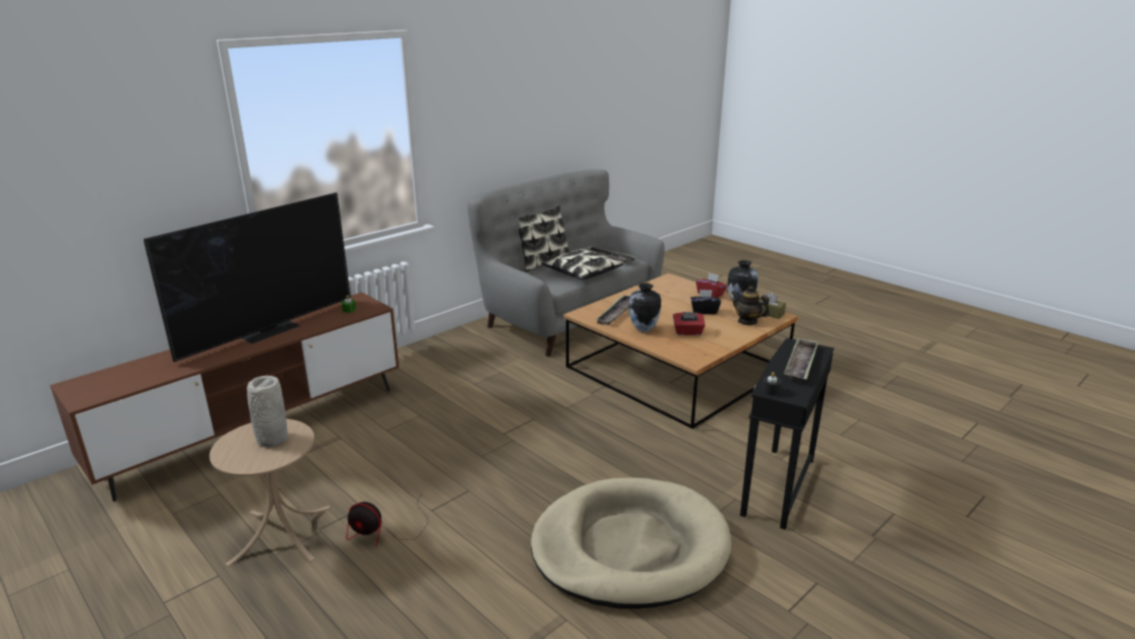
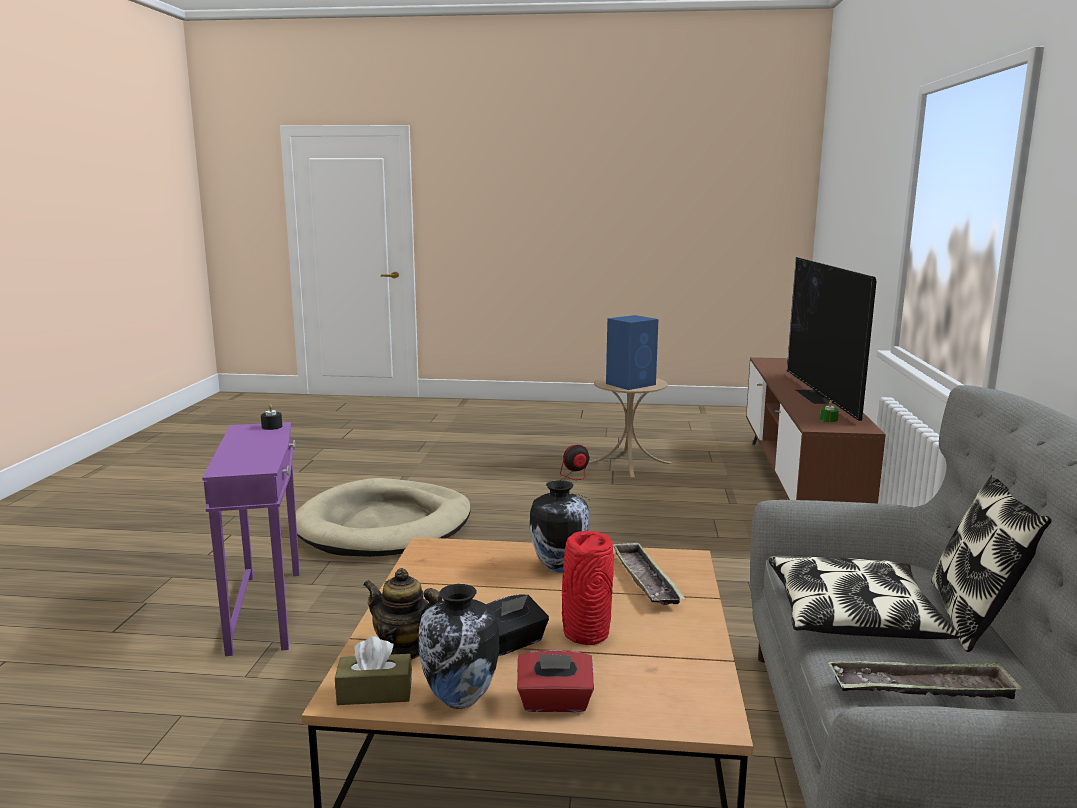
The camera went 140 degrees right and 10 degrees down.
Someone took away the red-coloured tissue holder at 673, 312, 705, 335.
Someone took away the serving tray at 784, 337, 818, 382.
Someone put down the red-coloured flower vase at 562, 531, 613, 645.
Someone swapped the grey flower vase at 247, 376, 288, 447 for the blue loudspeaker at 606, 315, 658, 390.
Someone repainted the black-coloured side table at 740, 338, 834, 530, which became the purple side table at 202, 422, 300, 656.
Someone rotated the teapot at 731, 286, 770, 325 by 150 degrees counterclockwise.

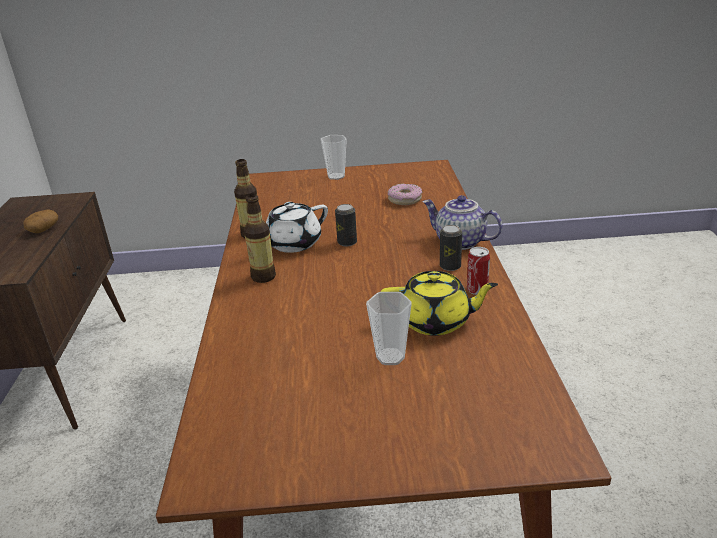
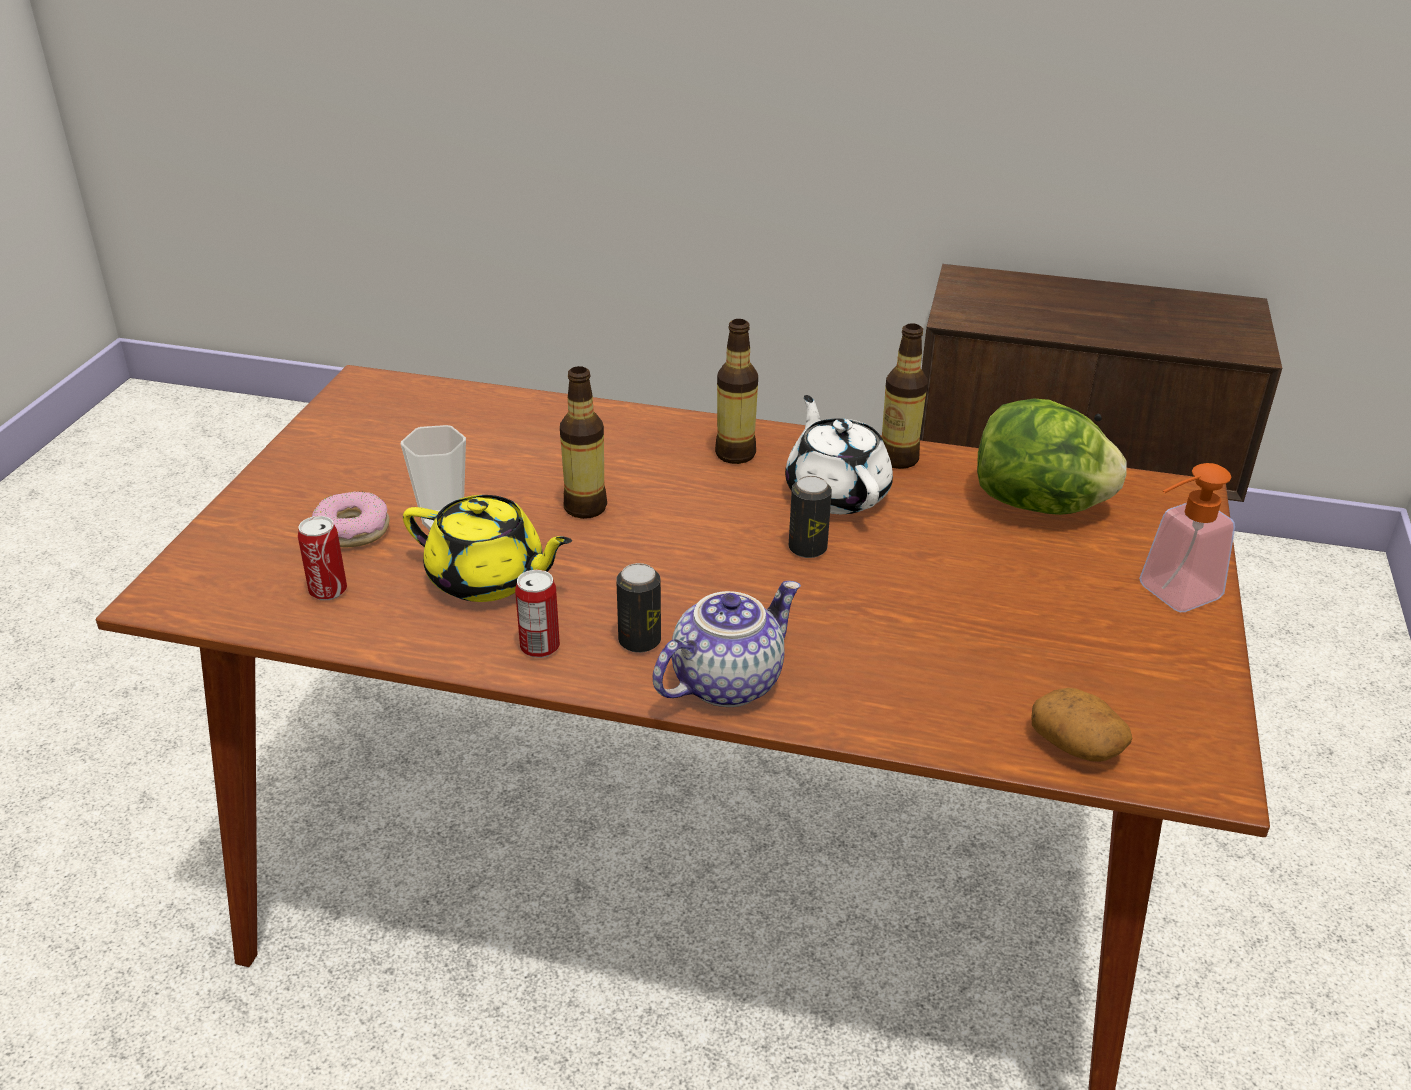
The camera went 105 degrees right and 5 degrees up.
Someone put down the metal can at 298, 516, 347, 600.
Someone put down the bottle at 560, 366, 607, 519.
Someone put down the lettuce head at 977, 398, 1127, 515.
Someone carried the potato from 23, 210, 58, 233 to 1031, 688, 1132, 762.
Someone carried the donut from 388, 184, 422, 205 to 312, 491, 390, 547.
Someone swapped the cup at 321, 135, 347, 180 for the liquid soap bottle at 1139, 463, 1235, 612.
Someone rotated the yellow teapot at 381, 271, 498, 336 by 90 degrees counterclockwise.

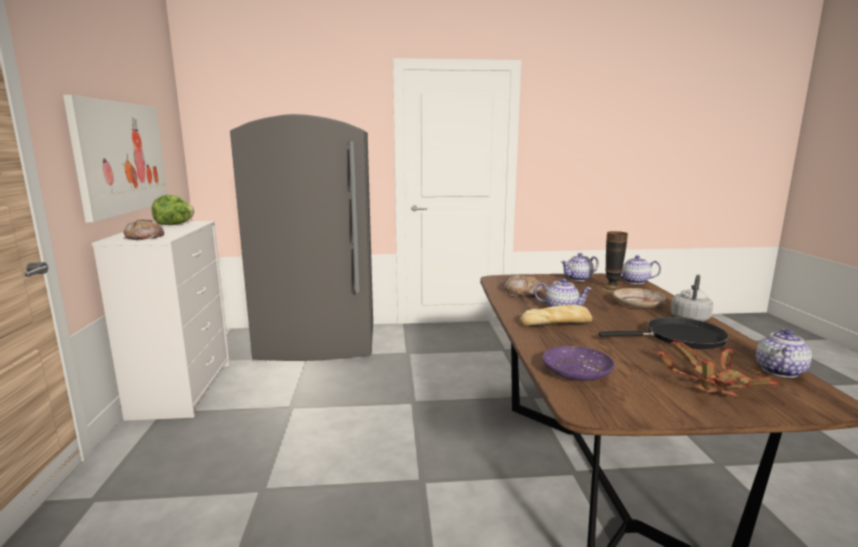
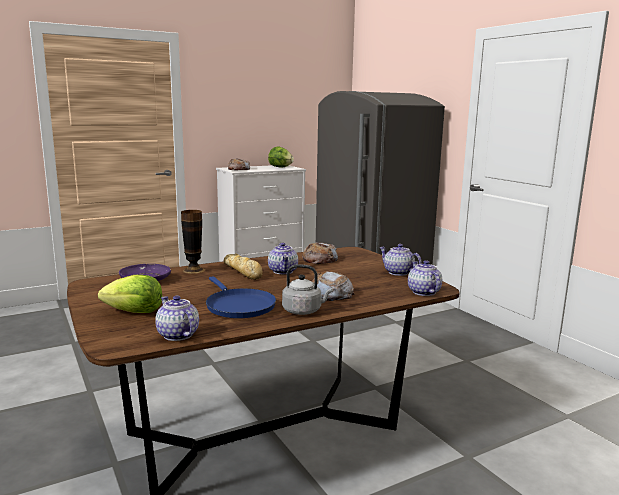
The camera went 65 degrees right and 0 degrees up.
Someone took away the wall picture at 63, 95, 168, 222.
Someone carried the flower vase from 601, 231, 628, 292 to 181, 210, 205, 274.
Someone swapped the beige-coloured plate at 613, 288, 666, 308 for the bread at 312, 271, 355, 301.
Someone swapped the houseplant at 658, 340, 778, 396 for the lettuce head at 98, 275, 162, 313.
Someone repainted the black-coloured skillet at 598, 317, 729, 349, which became the blue skillet at 206, 277, 276, 318.
Someone rotated the teapot at 756, 329, 812, 378 by 135 degrees counterclockwise.

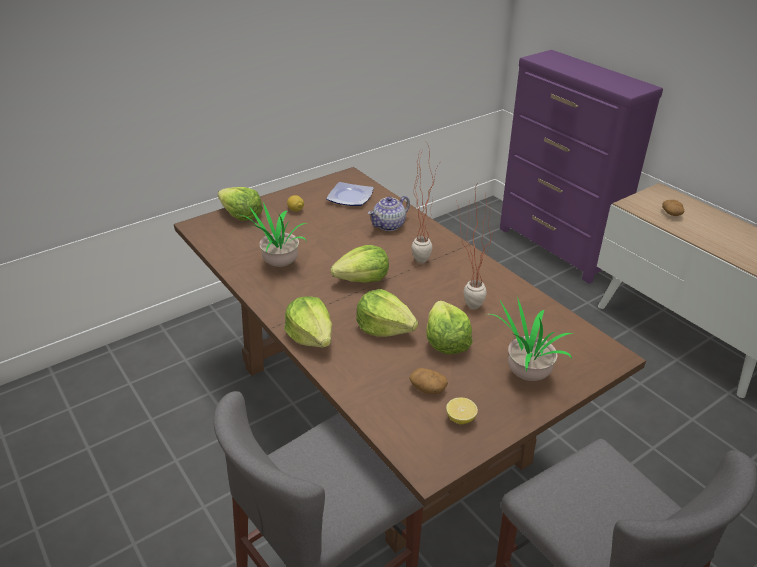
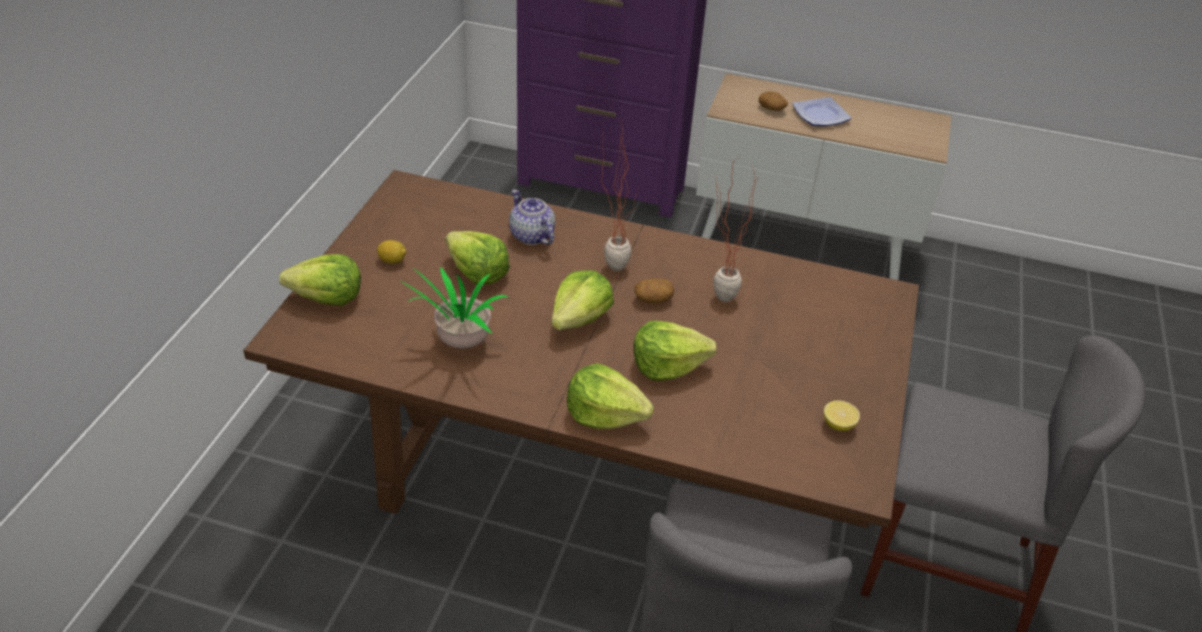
The camera went 40 degrees left and 5 degrees up.
Someone took away the houseplant at 490, 296, 573, 381.
Someone carried the plate from 326, 182, 374, 206 to 792, 97, 852, 126.
Someone carried the potato from 410, 368, 448, 394 to 634, 279, 674, 304.
Someone carried the lettuce head from 426, 301, 473, 354 to 445, 231, 510, 285.
Someone rotated the teapot at 368, 196, 410, 231 by 135 degrees clockwise.

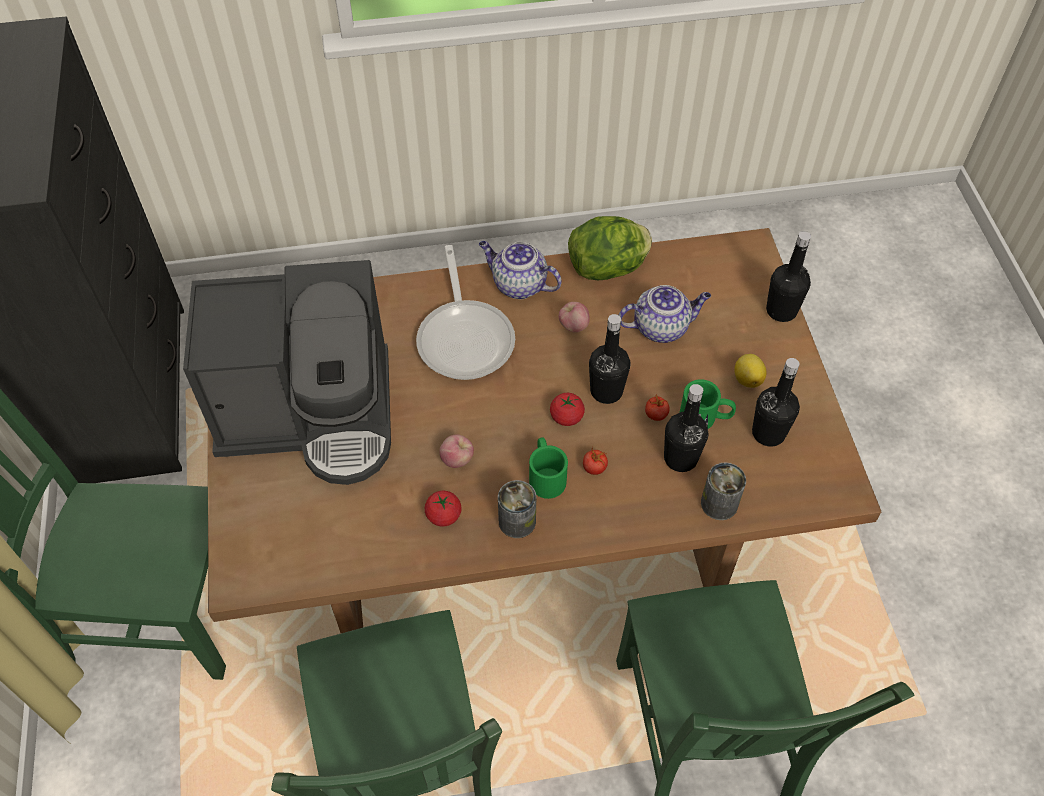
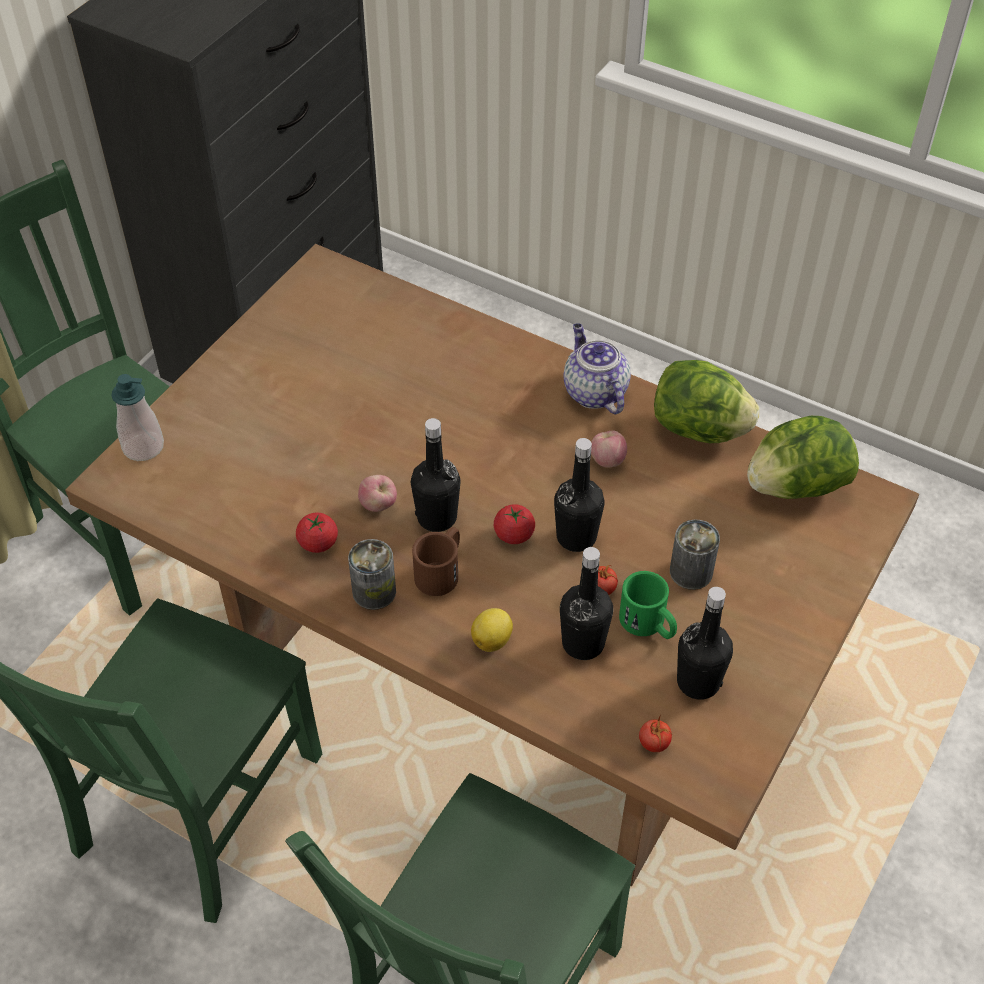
The camera went 40 degrees right and 5 degrees down.
Someone took away the coffee machine at 183, 260, 391, 485.
Someone took away the skillet at 416, 245, 515, 380.
Someone took away the teapot at 619, 285, 711, 343.
Someone put down the liquid soap bottle at 112, 374, 164, 461.
Someone put down the lettuce head at 747, 416, 859, 499.
Someone carried the fresh tomato from 583, 448, 608, 475 to 639, 714, 672, 752.
Someone carried the metal can from 701, 462, 746, 520 to 670, 520, 720, 590.
Someone carried the lemon from 734, 354, 766, 388 to 471, 608, 513, 652.
Someone carried the black-coloured bottle from 766, 231, 811, 322 to 411, 418, 461, 532.
Someone repainted the green tea mug at 529, 438, 568, 499, which became the brown-coloured tea mug at 412, 527, 460, 596.

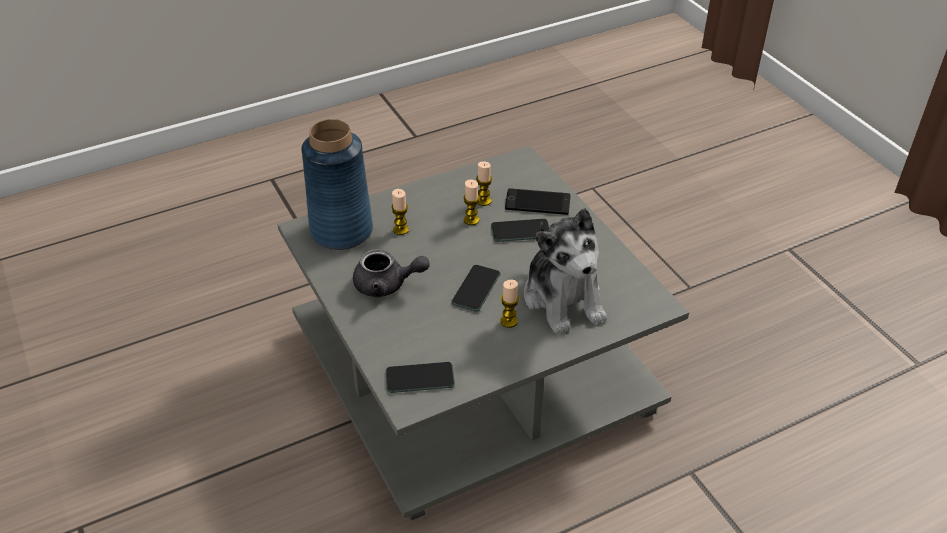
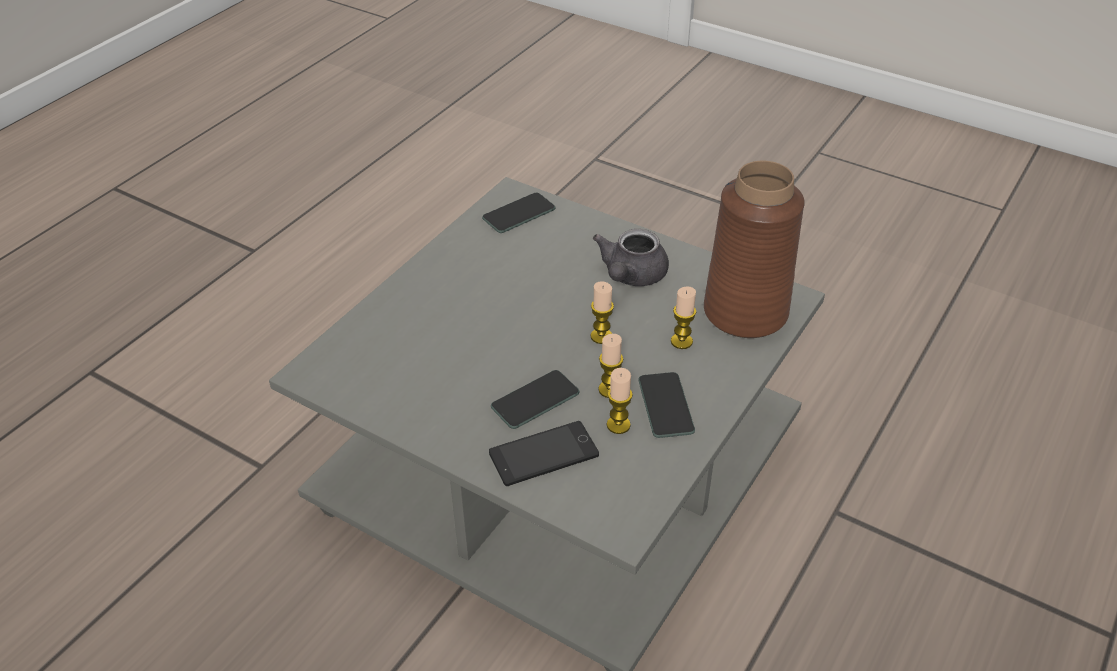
The camera went 150 degrees right and 0 degrees up.
Someone took away the cuddly toy at 524, 208, 607, 334.
Someone carried the phone from 451, 265, 500, 312 to 638, 372, 695, 438.
Someone carried the candle from 500, 280, 519, 328 to 591, 281, 614, 344.
Someone repainted the blue flower vase at 301, 119, 373, 250, which became the brown-coloured flower vase at 704, 161, 805, 338.
Someone rotated the grey teapot at 353, 249, 430, 297 by 45 degrees counterclockwise.

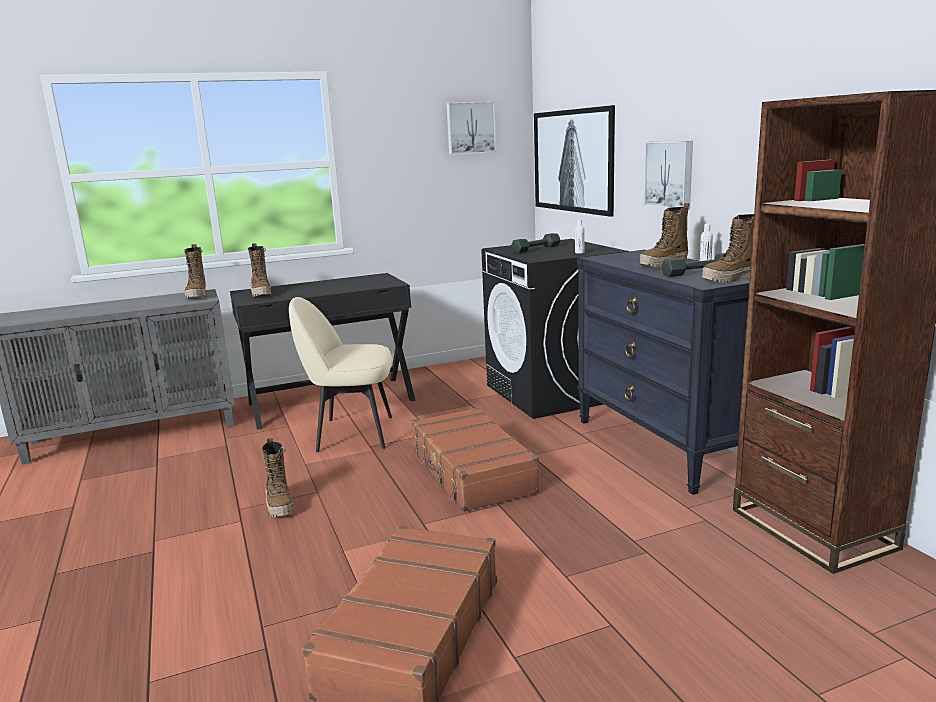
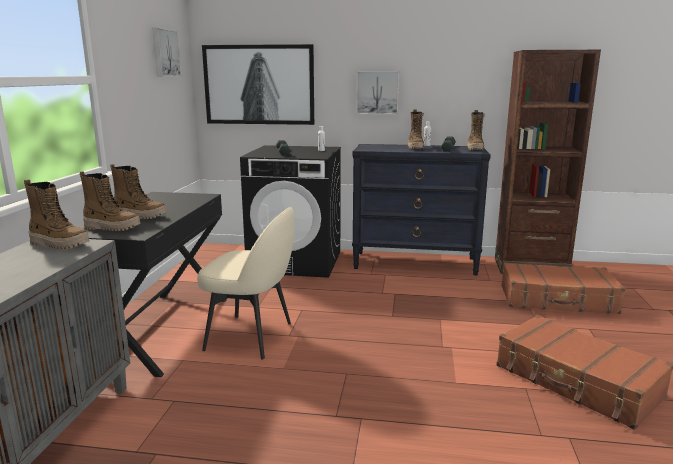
The camera went 60 degrees left and 0 degrees up.
Someone carried the high-top boot from 262, 438, 293, 517 to 110, 164, 167, 219.
Someone carried the brown-coloured suitcase from 412, 407, 539, 512 to 501, 263, 626, 314.
Someone rotated the beige-coloured chair at 289, 297, 392, 452 by 105 degrees counterclockwise.

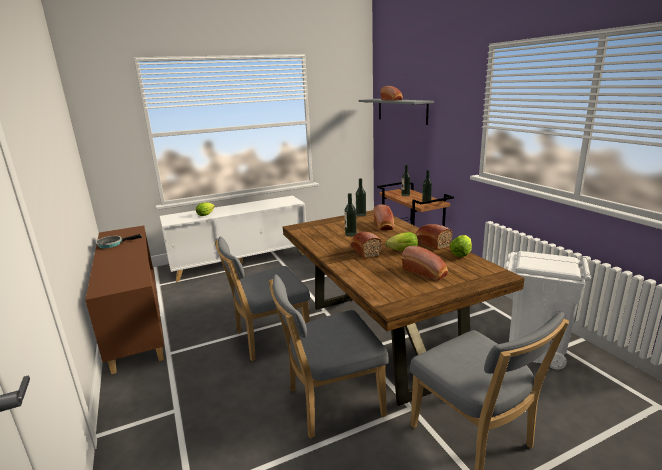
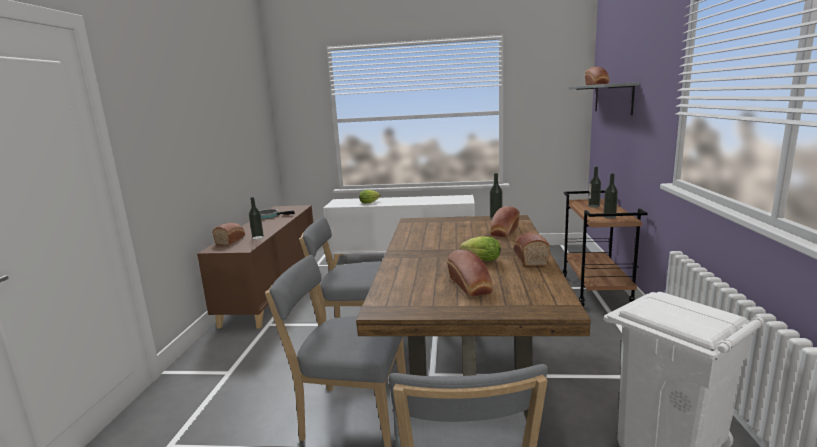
The camera went 30 degrees right and 5 degrees down.
Someone took away the lettuce head at 450, 235, 472, 257.
Someone carried the bottle from 344, 193, 357, 237 to 249, 197, 264, 239.
Someone carried the bread from 350, 232, 382, 259 to 212, 223, 245, 245.

